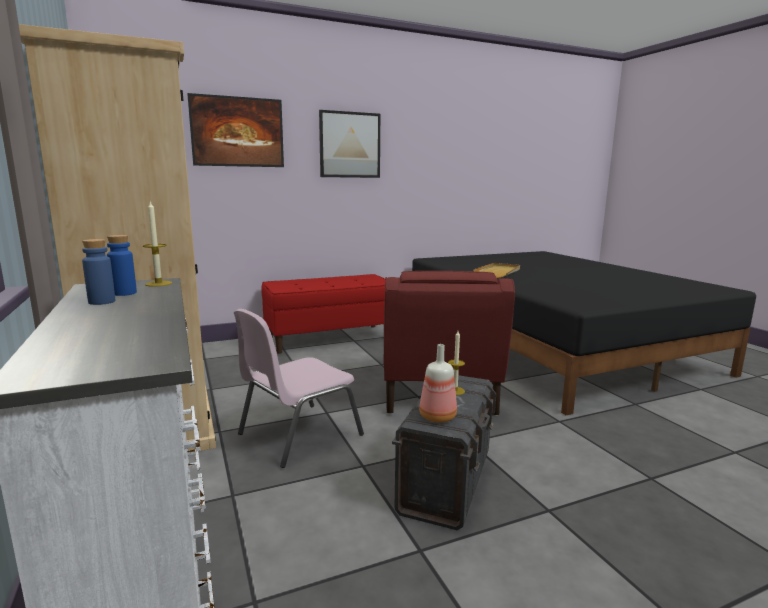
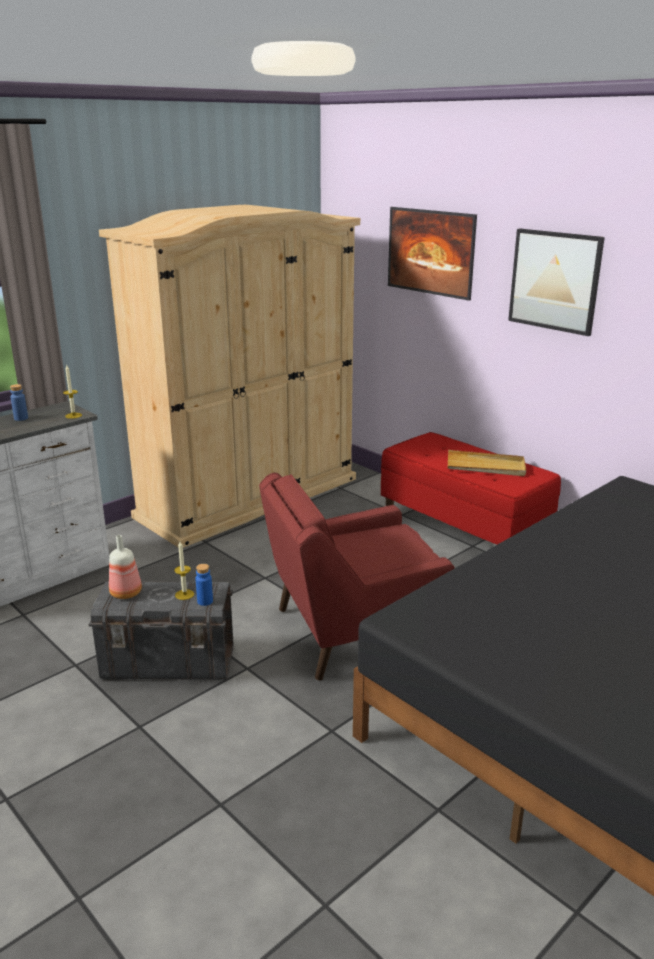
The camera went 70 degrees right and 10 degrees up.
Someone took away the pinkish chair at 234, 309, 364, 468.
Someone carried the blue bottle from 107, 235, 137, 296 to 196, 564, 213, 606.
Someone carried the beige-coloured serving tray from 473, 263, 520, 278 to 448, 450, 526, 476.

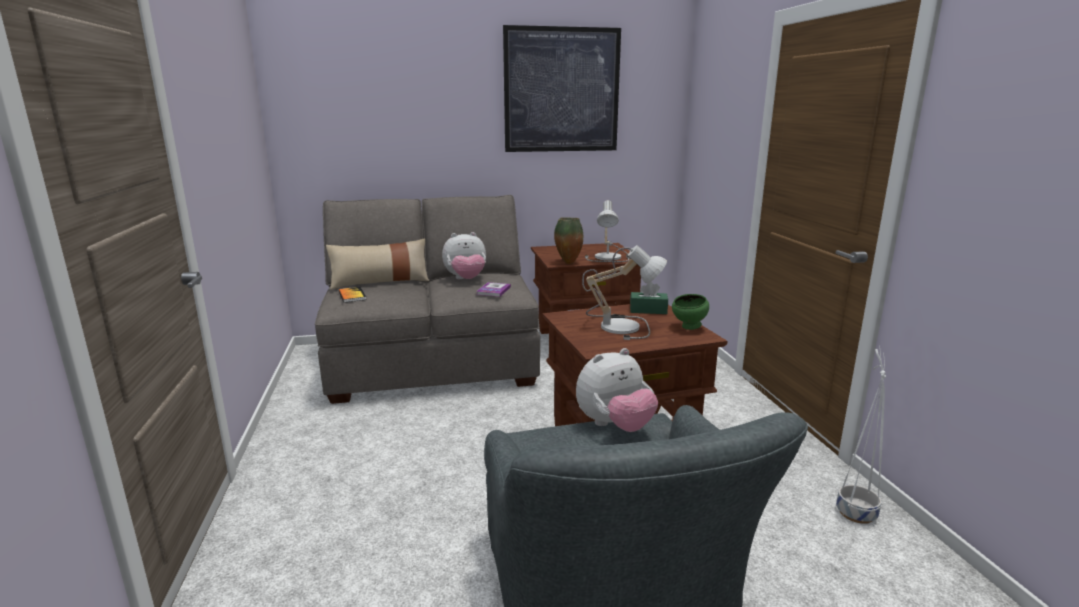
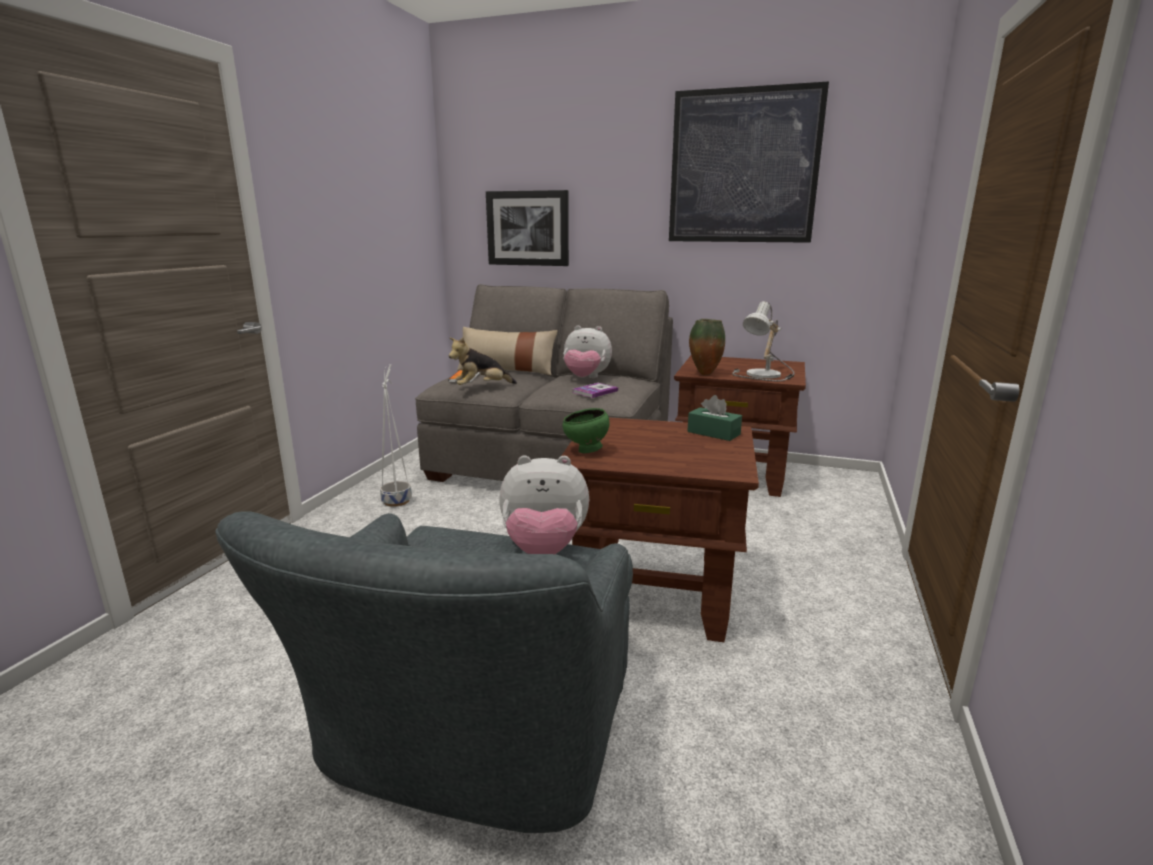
The camera went 30 degrees right and 0 degrees up.
Someone took away the table lamp at 582, 245, 667, 340.
Someone put down the cuddly toy at 449, 338, 517, 385.
Someone put up the wall picture at 486, 190, 569, 266.
Someone carried the green deep dish from 672, 294, 709, 330 to 562, 408, 609, 453.
Someone carried the whitish planter from 836, 346, 886, 524 to 380, 364, 412, 507.

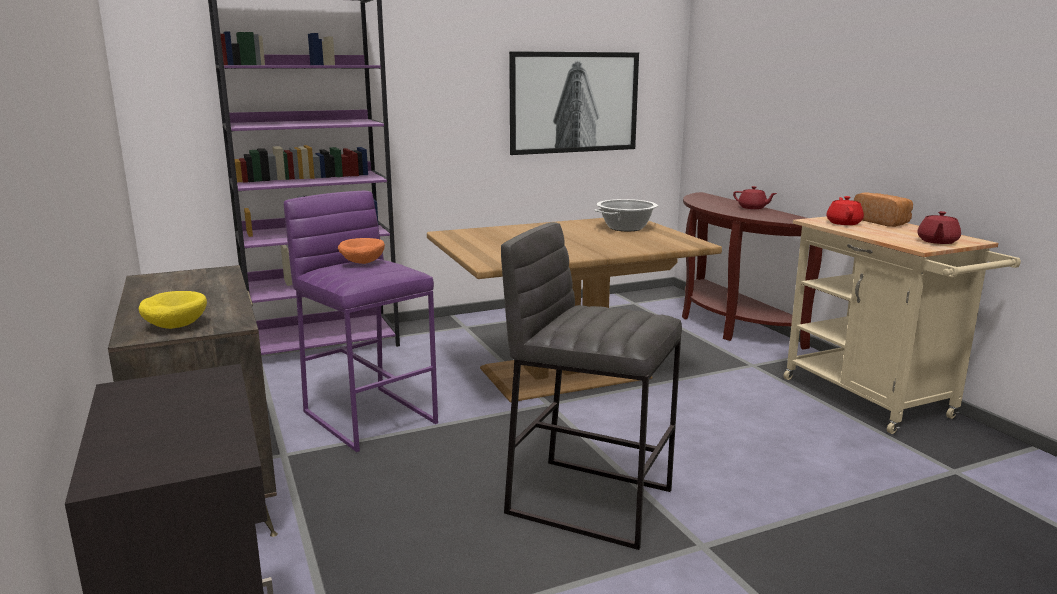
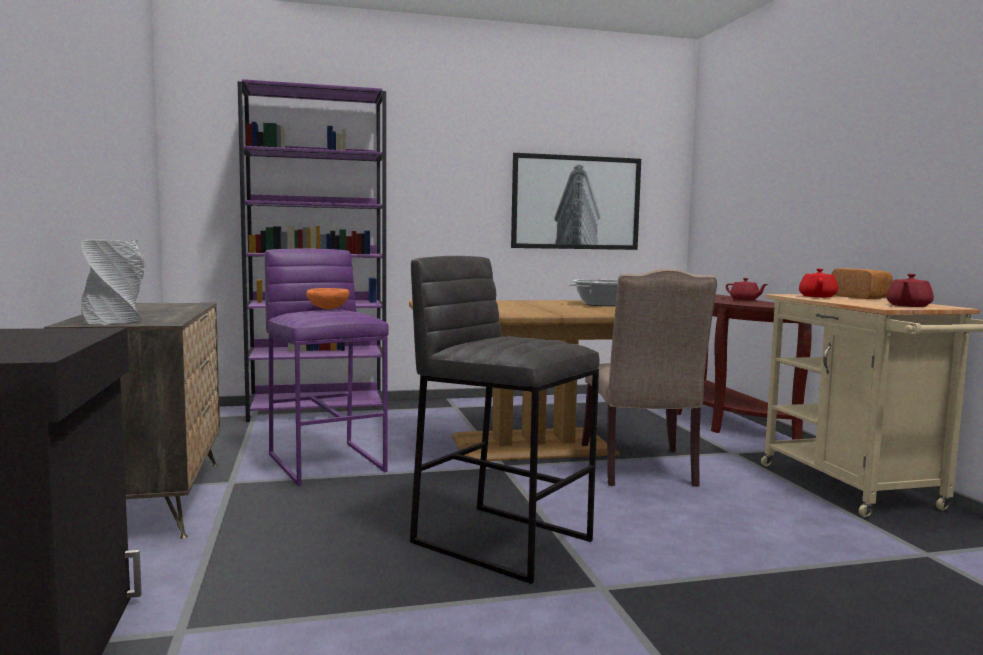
The camera went 10 degrees right and 10 degrees down.
Someone put down the beige-coloured chair at 581, 268, 717, 487.
Someone swapped the yellow deep dish at 139, 291, 207, 329 for the grey flower vase at 81, 239, 145, 325.

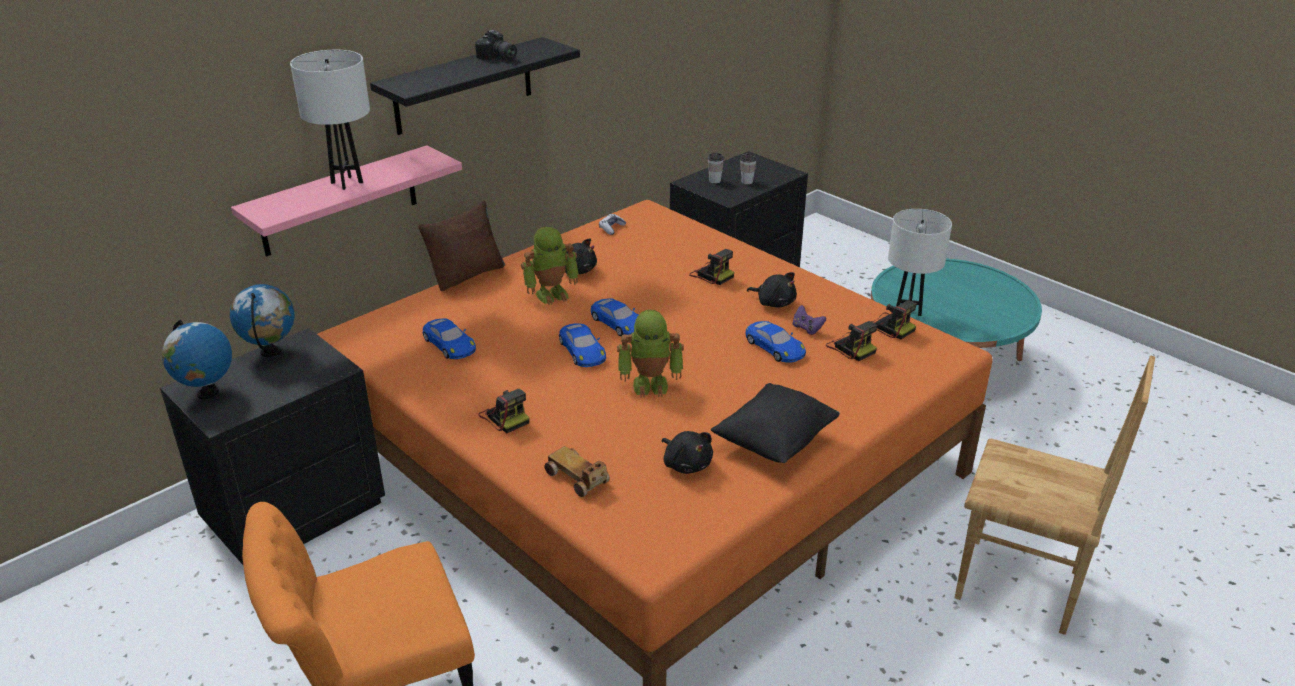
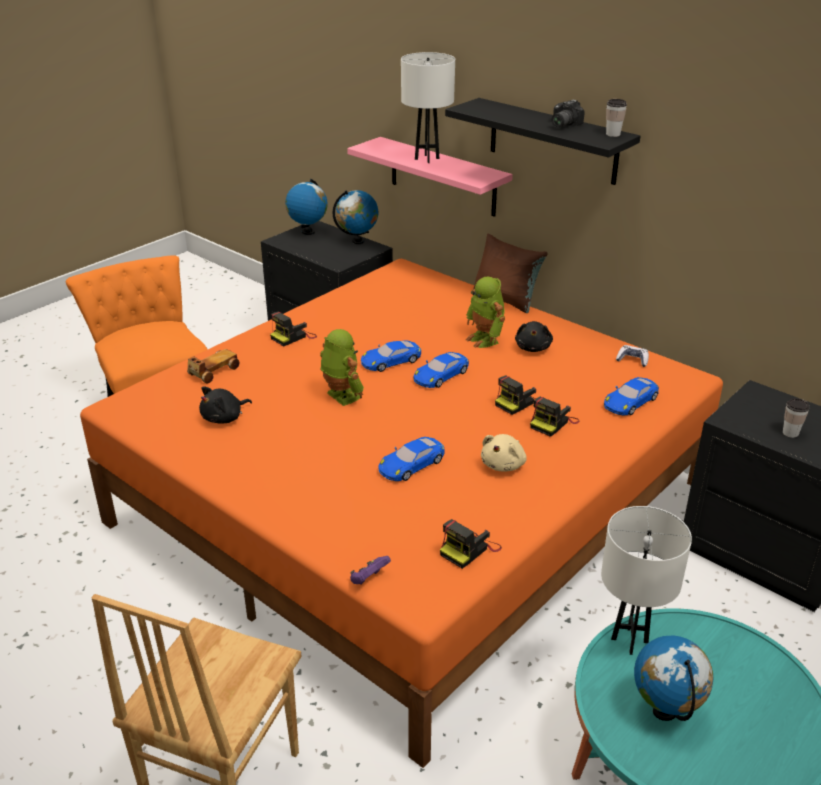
The camera went 85 degrees right and 0 degrees up.
Someone took away the black-coloured pillow at 711, 383, 840, 463.
Someone put down the world globe at 634, 635, 713, 721.
Someone carried the blue model car from 422, 318, 476, 359 to 604, 377, 659, 416.
Someone carried the cup from 708, 153, 724, 183 to 606, 99, 627, 137.
Someone carried the purple joypad from 793, 305, 826, 335 to 350, 556, 391, 584.
Someone carried the photo camera from 826, 321, 877, 361 to 495, 376, 536, 415.
Someone repainted the black-coloured cuddly toy at 747, 272, 797, 308, which became the beige-coloured cuddly toy at 481, 434, 527, 472.
Someone rotated the robot figure at 617, 309, 684, 397 by 150 degrees clockwise.

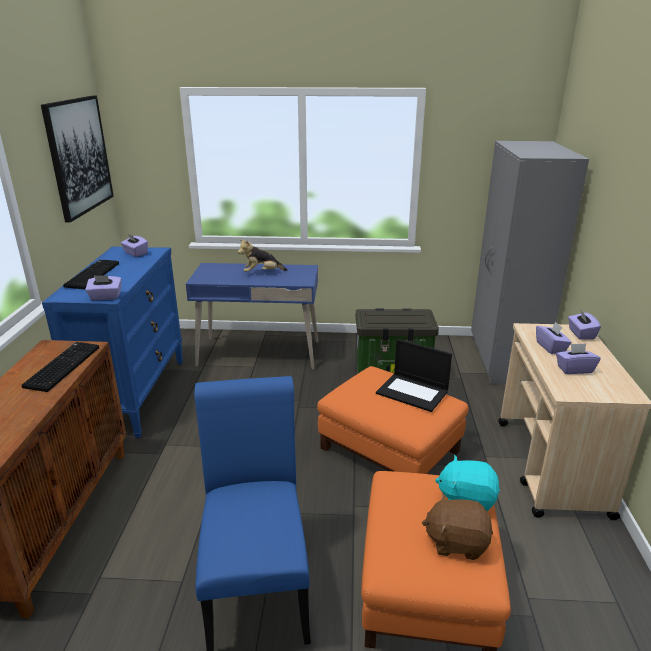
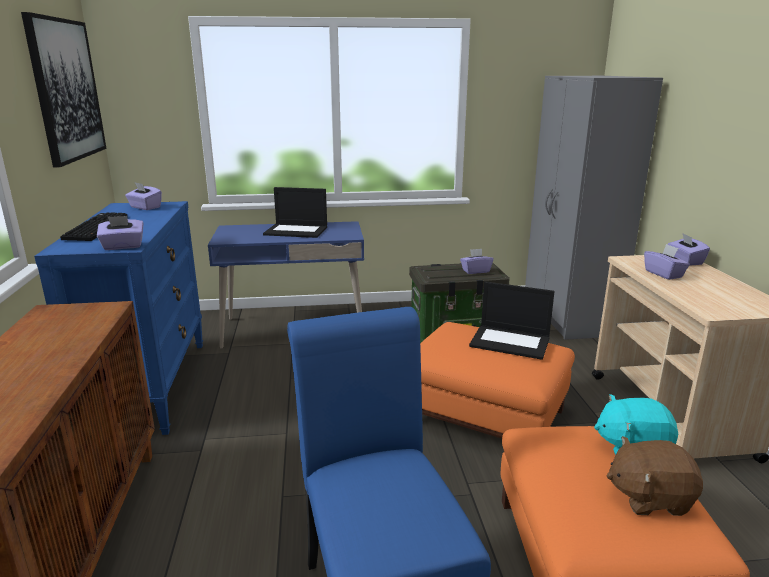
The camera went 10 degrees left and 5 degrees down.
Someone took away the PC keyboard at 21, 342, 99, 392.
Someone carried the purple tissue holder from 556, 344, 600, 374 to 460, 249, 494, 274.
Someone swapped the cuddly toy at 238, 239, 288, 272 for the laptop at 263, 187, 327, 238.

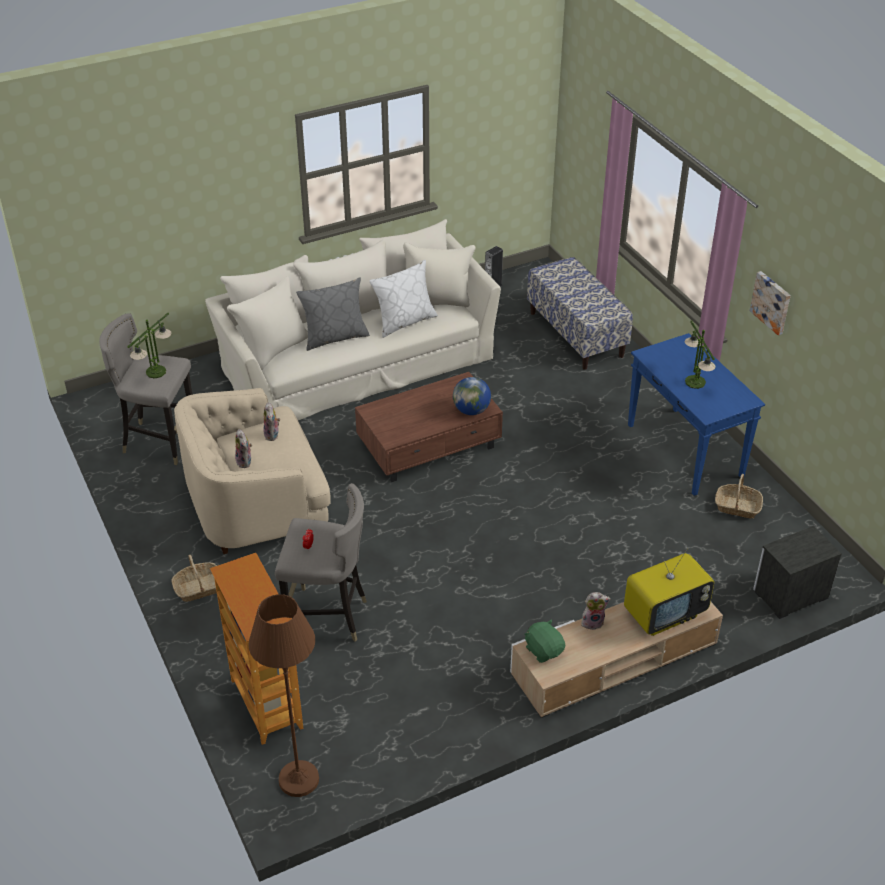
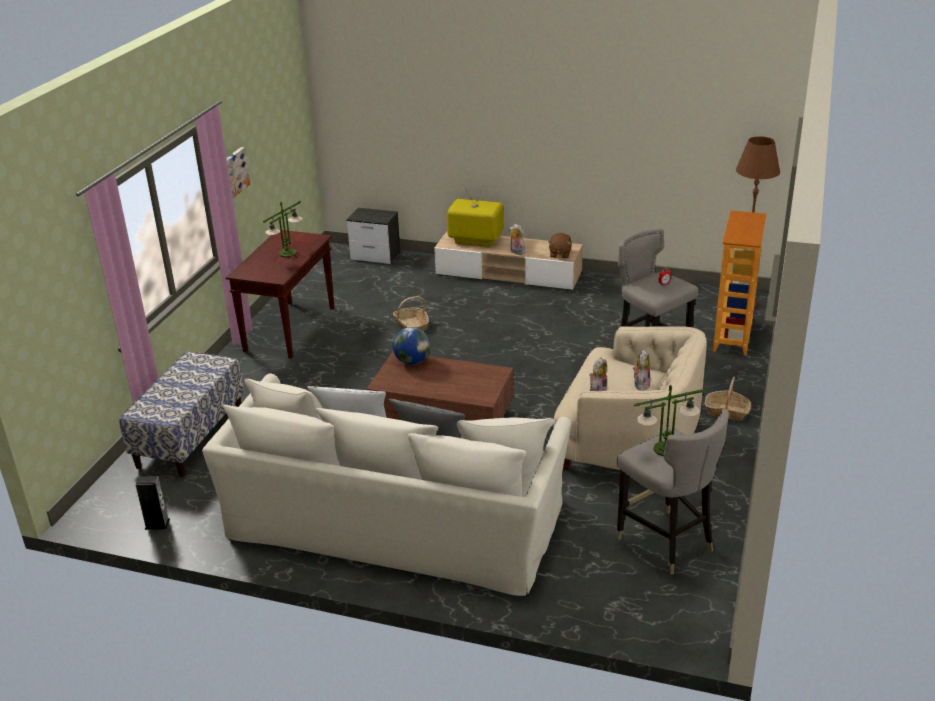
The camera went 135 degrees left and 10 degrees down.
Someone carried the household basket from 715, 474, 763, 519 to 393, 296, 429, 331.
Someone repainted the green cuddly toy at 524, 619, 565, 663, which became the brown-coloured cuddly toy at 548, 233, 572, 258.
Someone repainted the blue hall table at 628, 333, 765, 496, which became the brown-coloured hall table at 226, 230, 334, 359.

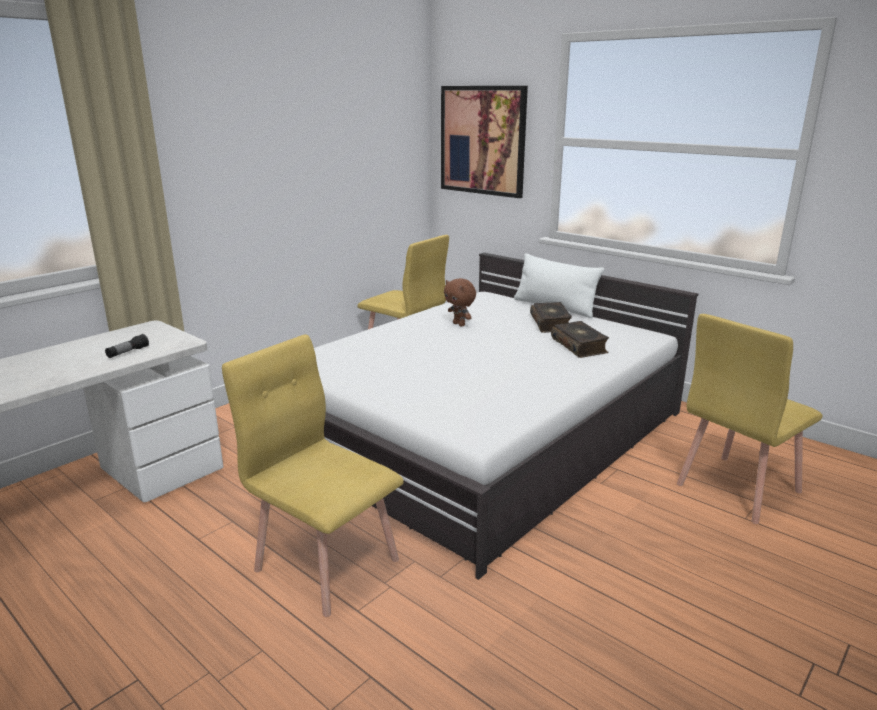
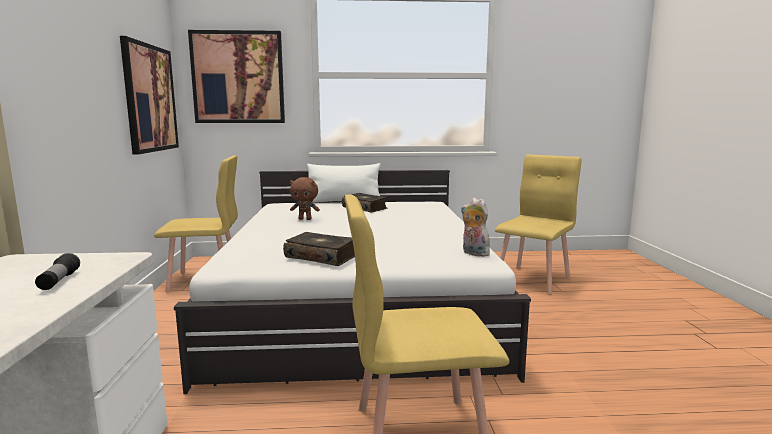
The camera went 45 degrees left and 10 degrees down.
Someone put up the wall picture at 120, 36, 179, 155.
Someone put down the cuddly toy at 461, 198, 490, 257.
Someone carried the volume from 551, 321, 609, 358 to 283, 232, 355, 266.
Someone rotated the yellow chair at 677, 314, 822, 524 by 150 degrees counterclockwise.

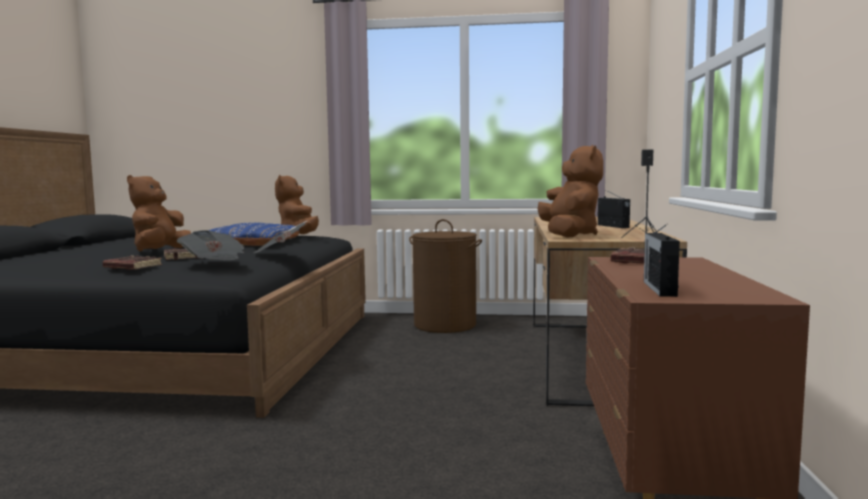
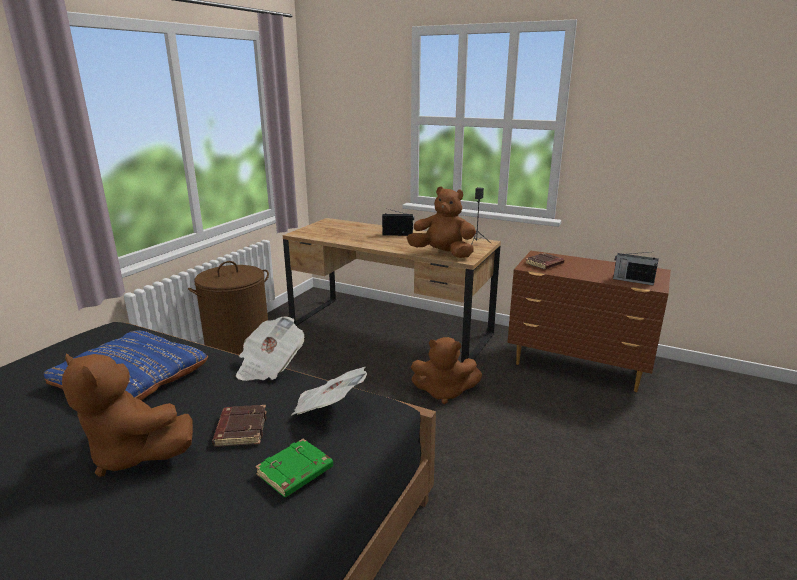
The camera went 70 degrees left and 15 degrees up.
Someone carried the brown-coloured cuddly toy from 275, 175, 319, 234 to 411, 337, 482, 404.
Someone repainted the brown-coloured volume at 103, 255, 162, 270, which became the green volume at 255, 439, 333, 497.

